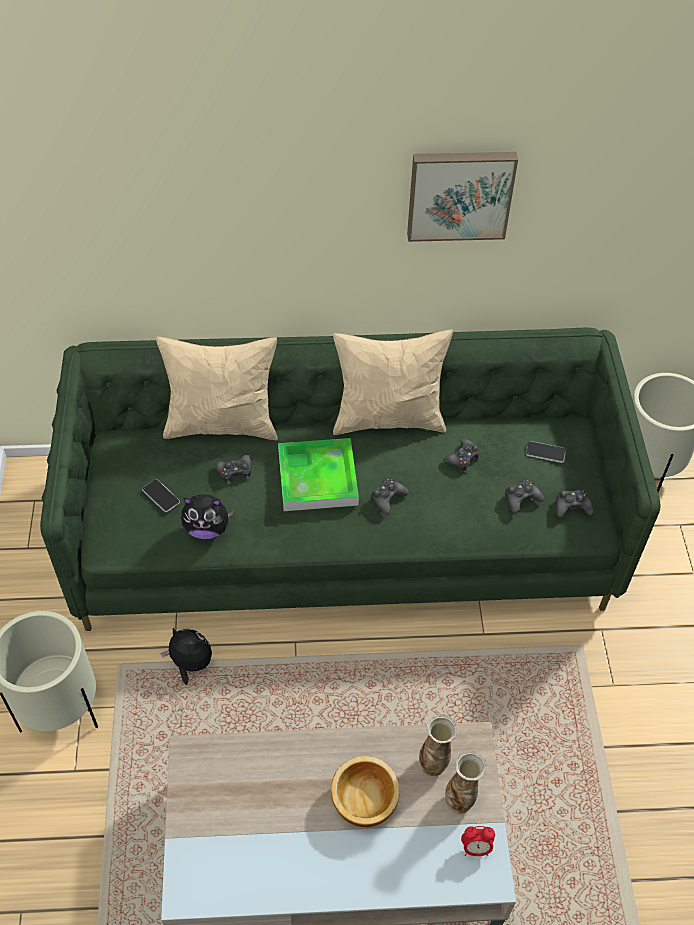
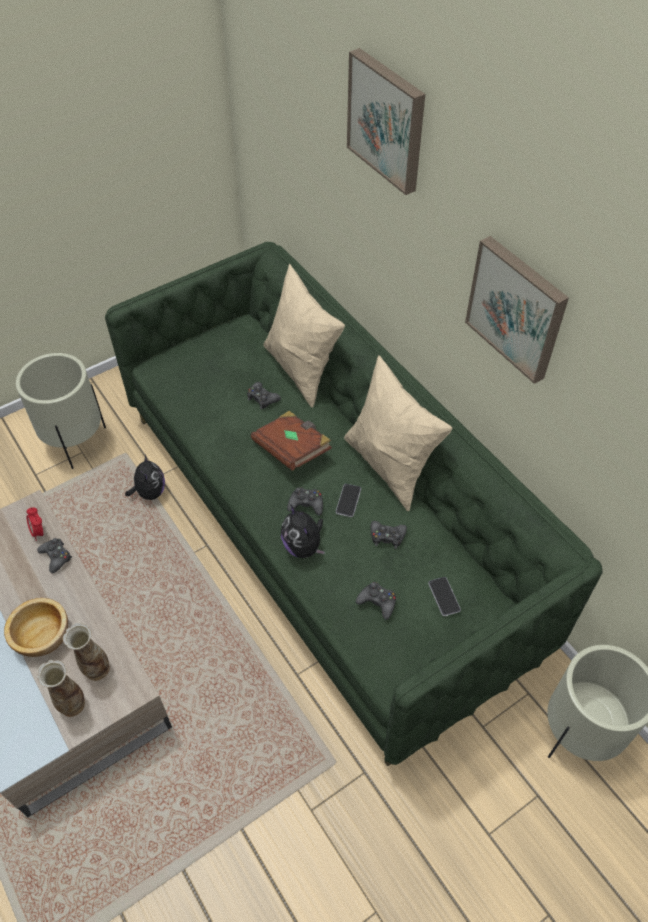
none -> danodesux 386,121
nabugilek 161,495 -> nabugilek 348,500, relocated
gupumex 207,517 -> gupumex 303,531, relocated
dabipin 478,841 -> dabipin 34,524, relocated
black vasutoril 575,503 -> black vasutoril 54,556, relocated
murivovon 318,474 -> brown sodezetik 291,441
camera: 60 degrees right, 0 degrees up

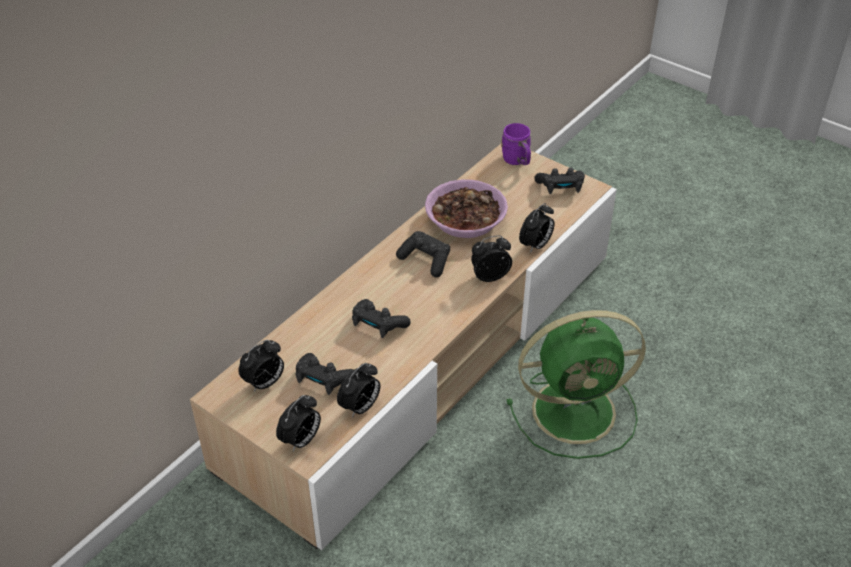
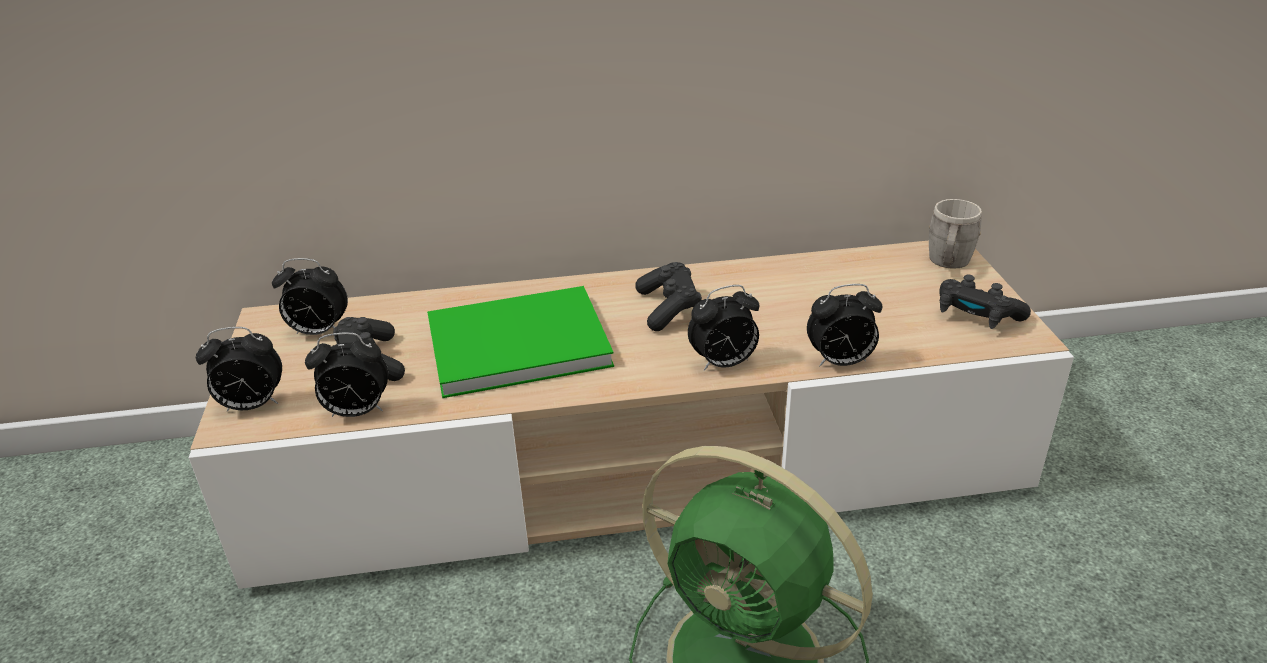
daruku 466,208 -> none
black vasutoril 381,318 -> green sodezetik 520,342
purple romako 516,144 -> grey romako 955,234
dabipin 491,258 -> dabipin 723,328, 135 degrees clockwise
camera: 45 degrees right, 10 degrees down

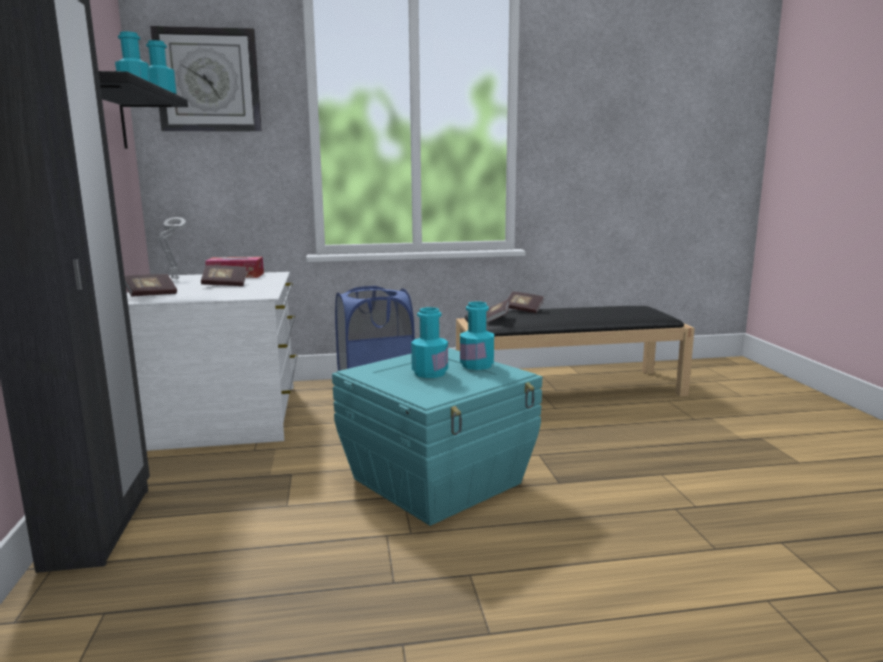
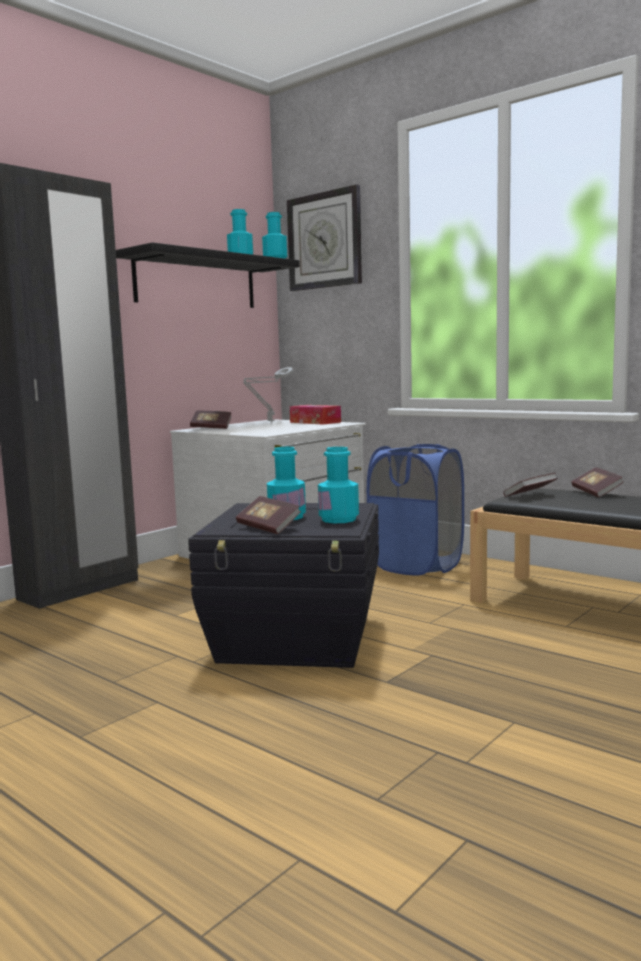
sodezetik 224,275 -> sodezetik 268,515, relocated
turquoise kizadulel 437,437 -> black kizadulel 283,585
camera: 50 degrees right, 5 degrees down

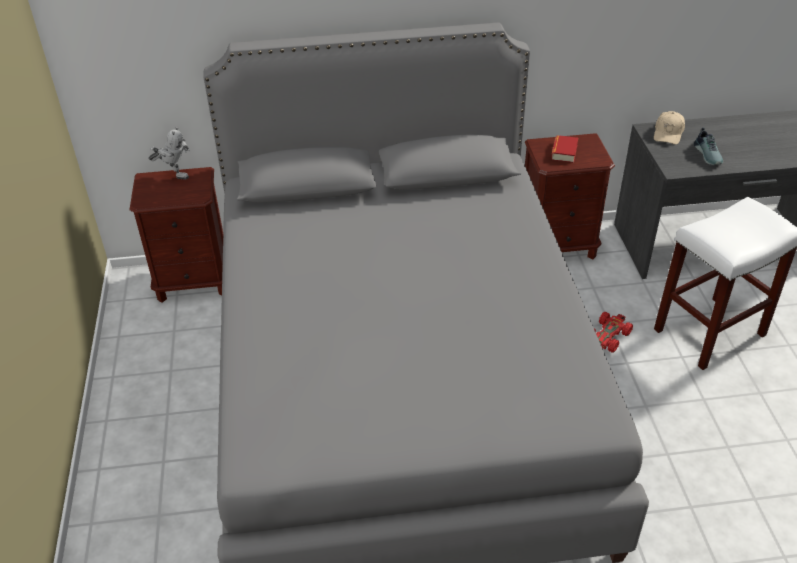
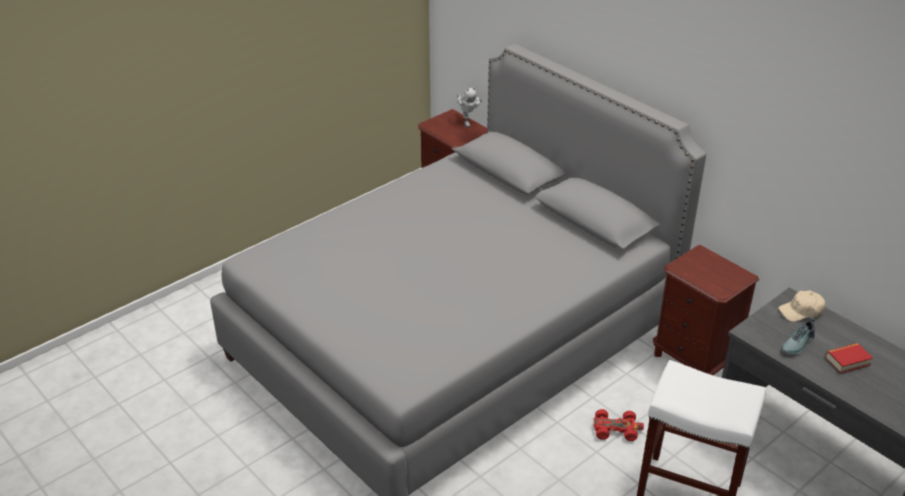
sodezetik 564,149 -> sodezetik 849,358, relocated
camera: 55 degrees right, 5 degrees down

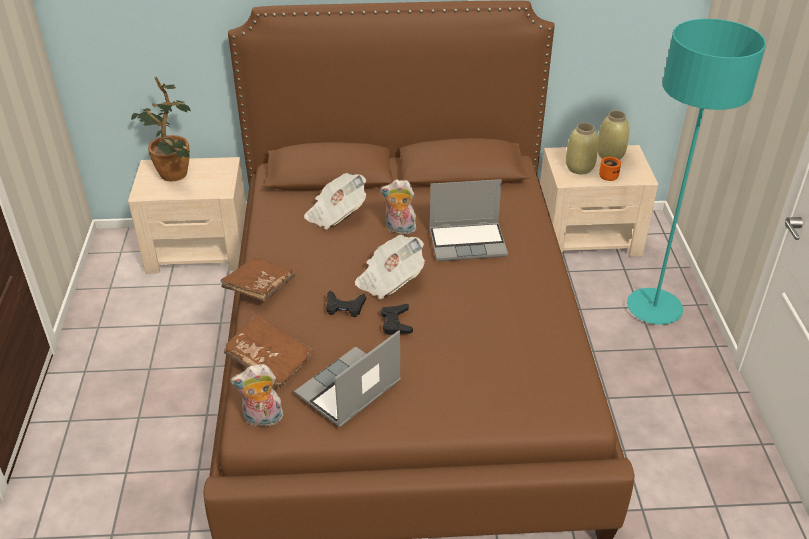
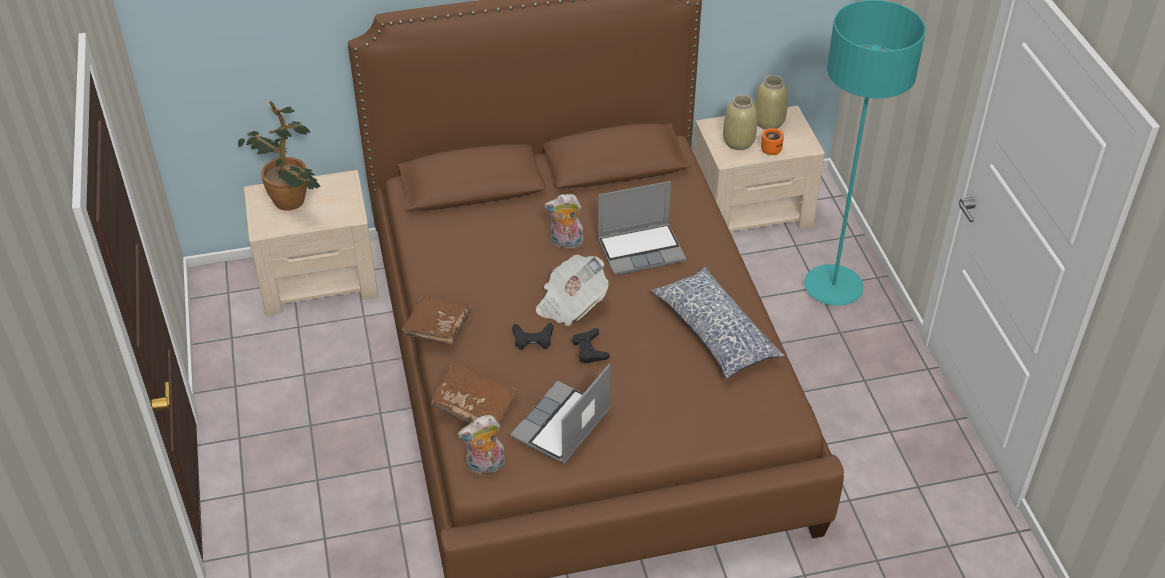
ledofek 335,201 -> none
none -> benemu 718,322
camera: 10 degrees left, 5 degrees up

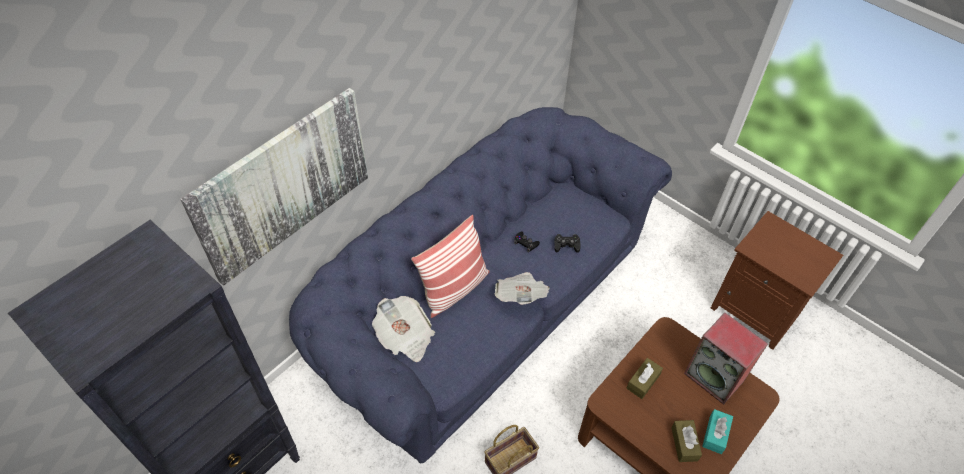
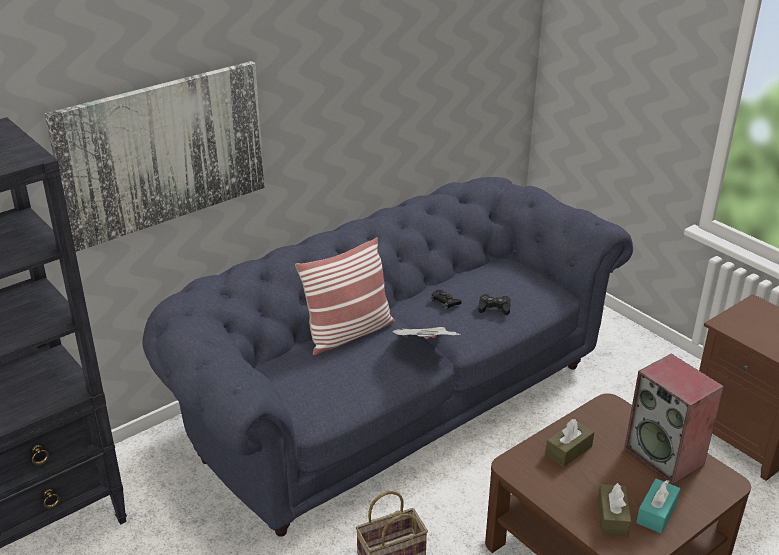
ledofek 403,329 -> none
camera: 10 degrees right, 20 degrees down

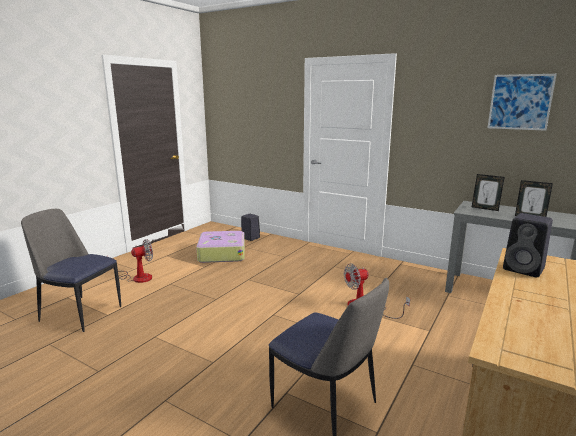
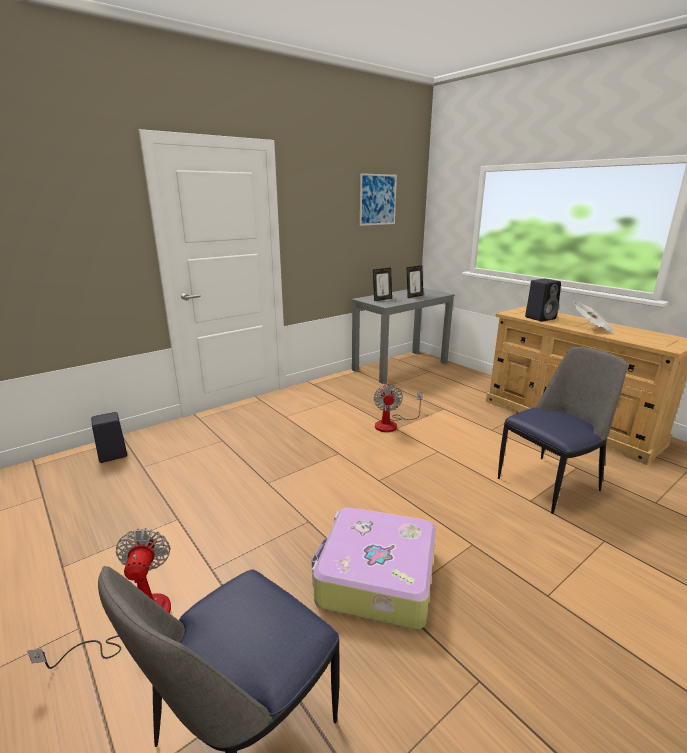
none -> ledofek 594,317
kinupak 220,247 -> kinupak 374,568, relocated
camera: 70 degrees left, 5 degrees up

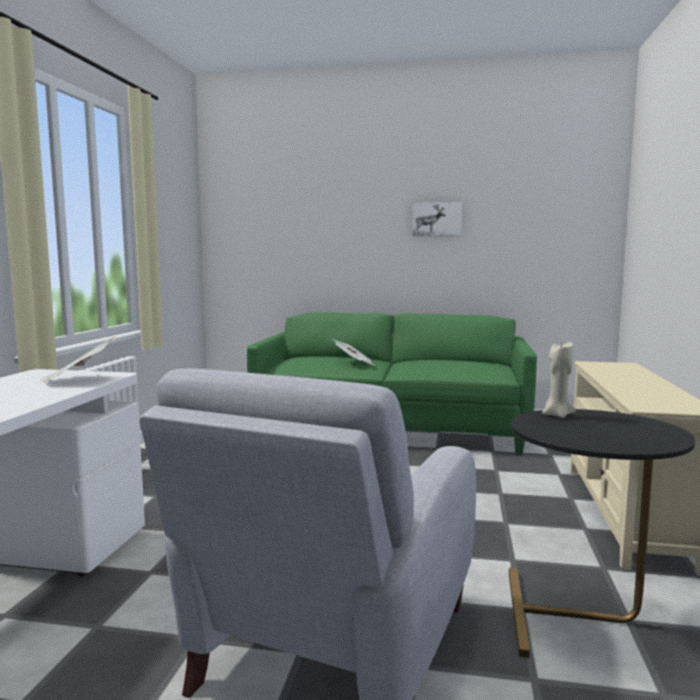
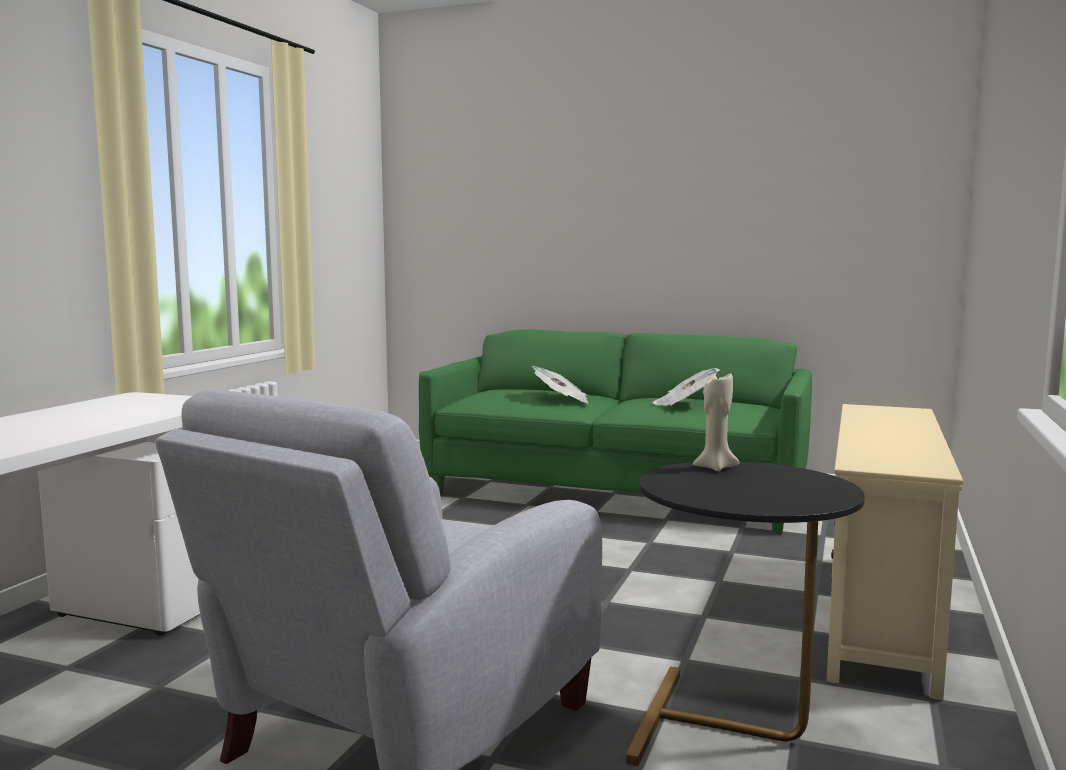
danodesux 437,219 -> none
ledofek 79,360 -> ledofek 686,387, relocated
camera: 10 degrees right, 0 degrees up

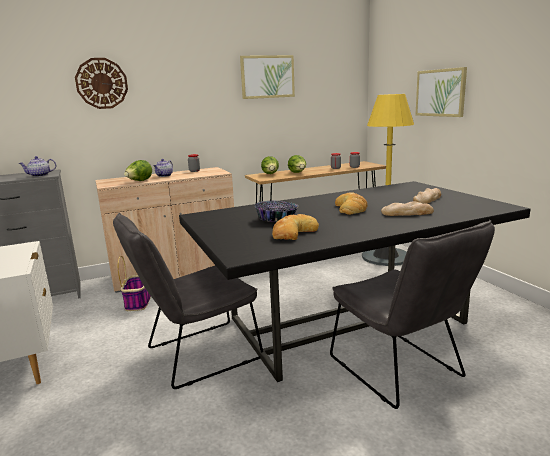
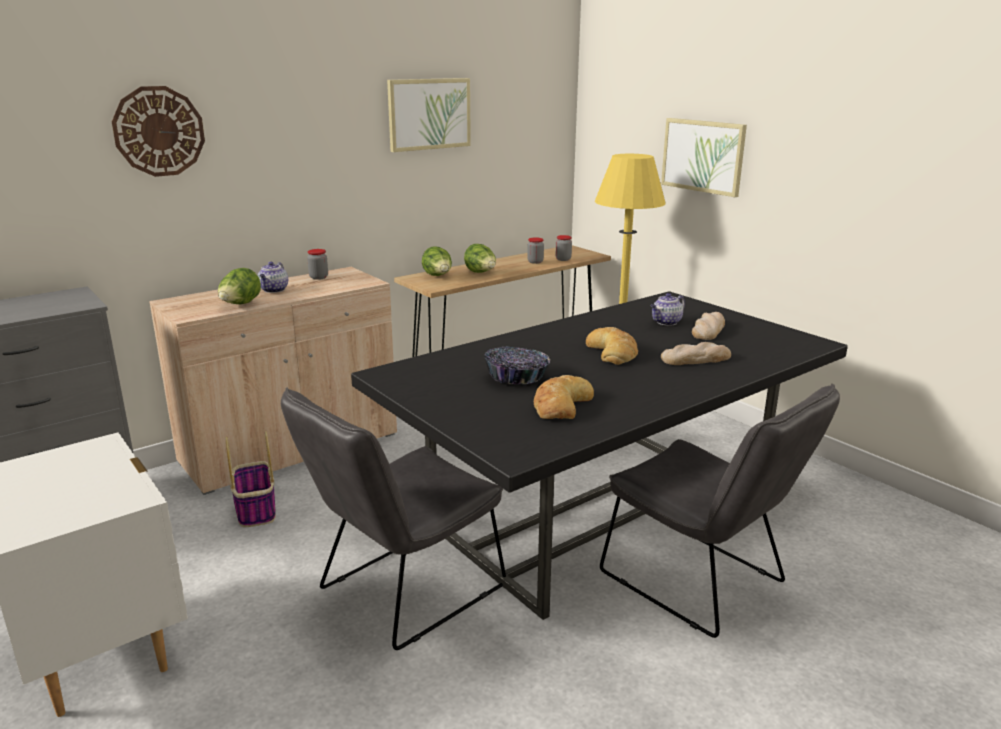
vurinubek 37,166 -> vurinubek 667,309, relocated
camera: 15 degrees left, 5 degrees up

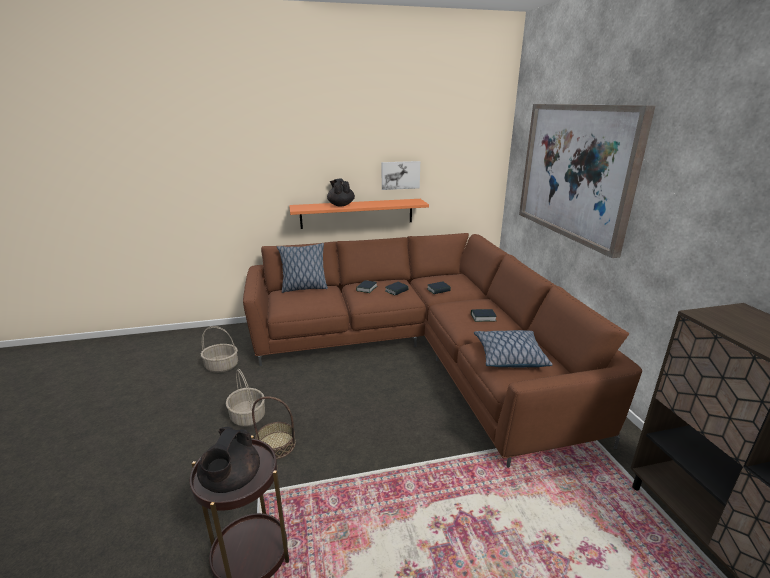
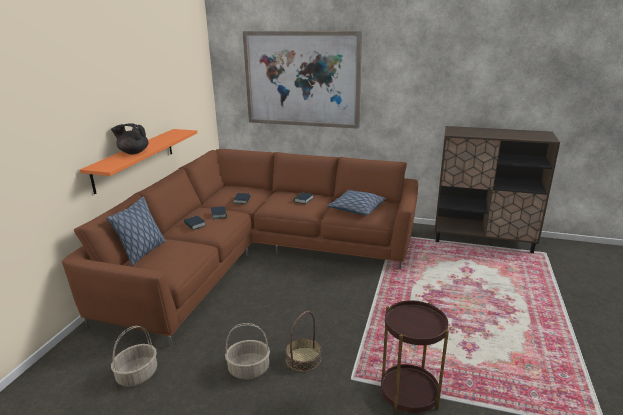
black vurinubek 228,459 -> none
danodesux 401,175 -> none
camera: 60 degrees left, 0 degrees up

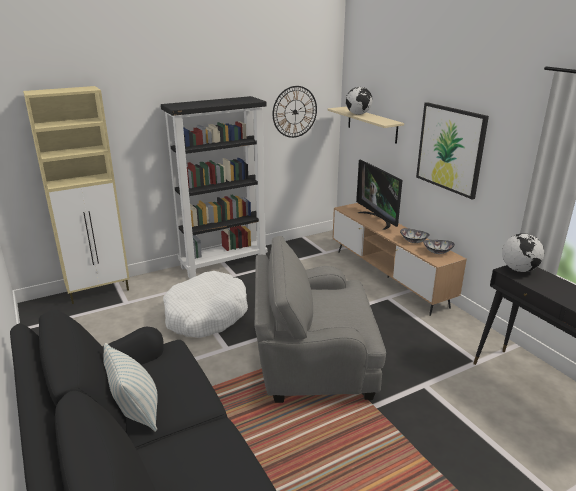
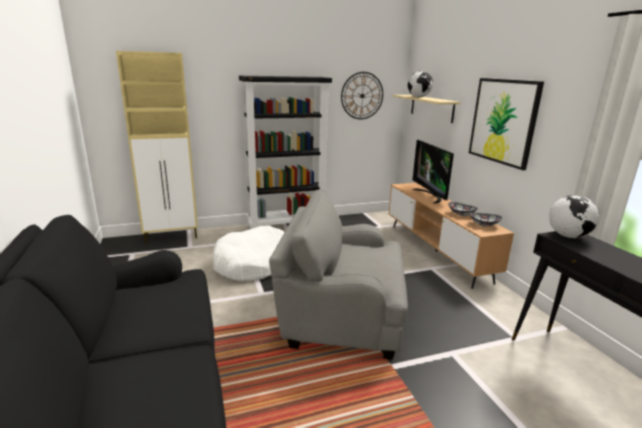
benemu 130,387 -> none
camera: 10 degrees right, 5 degrees down

